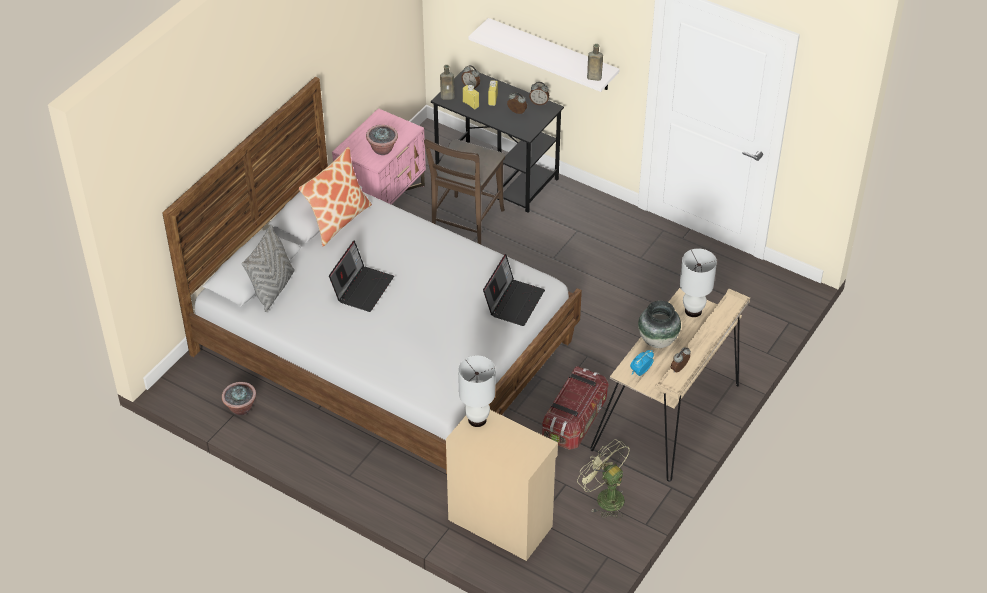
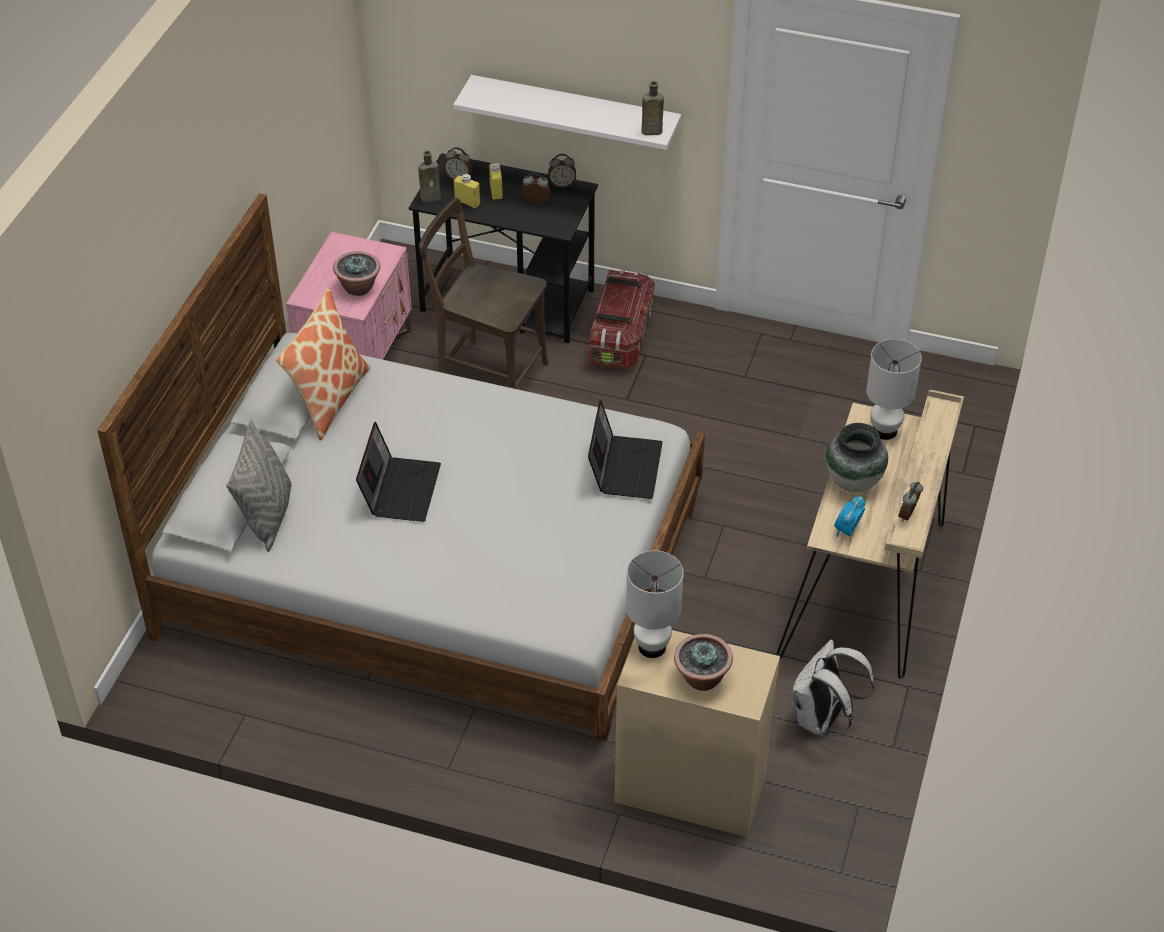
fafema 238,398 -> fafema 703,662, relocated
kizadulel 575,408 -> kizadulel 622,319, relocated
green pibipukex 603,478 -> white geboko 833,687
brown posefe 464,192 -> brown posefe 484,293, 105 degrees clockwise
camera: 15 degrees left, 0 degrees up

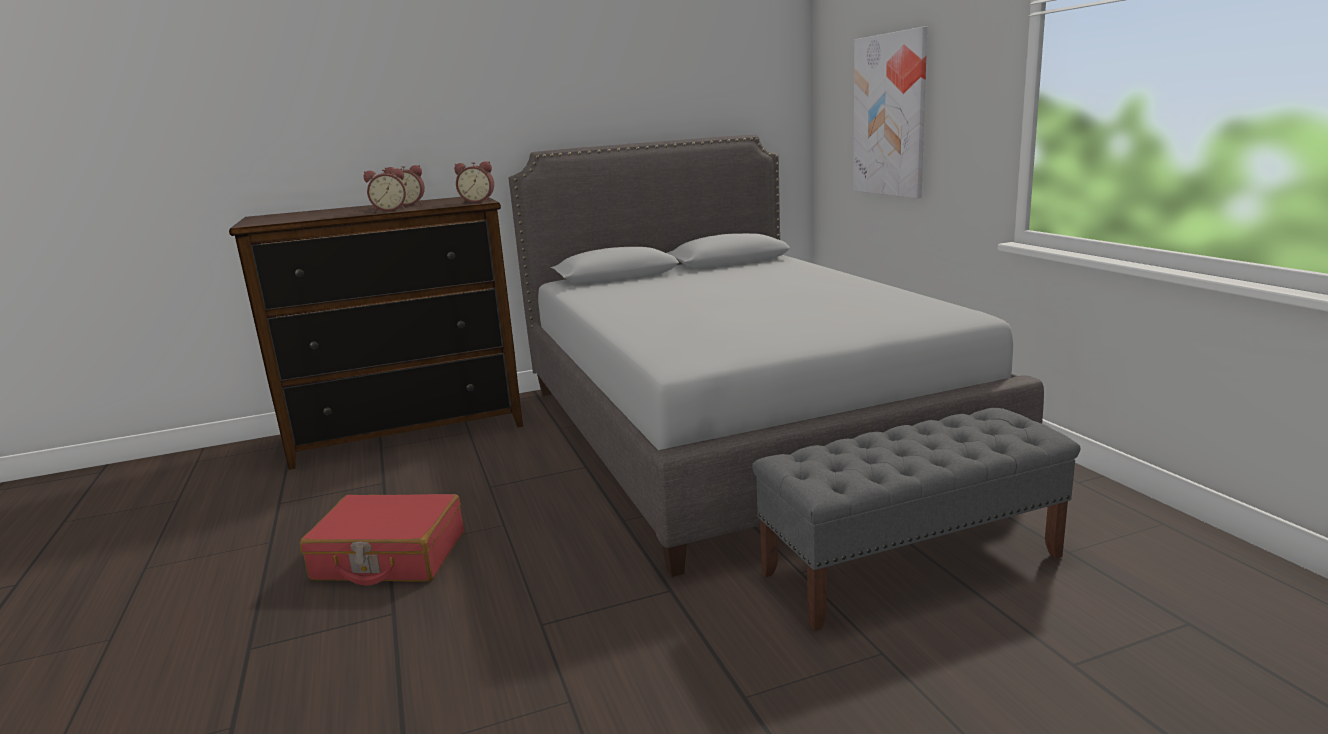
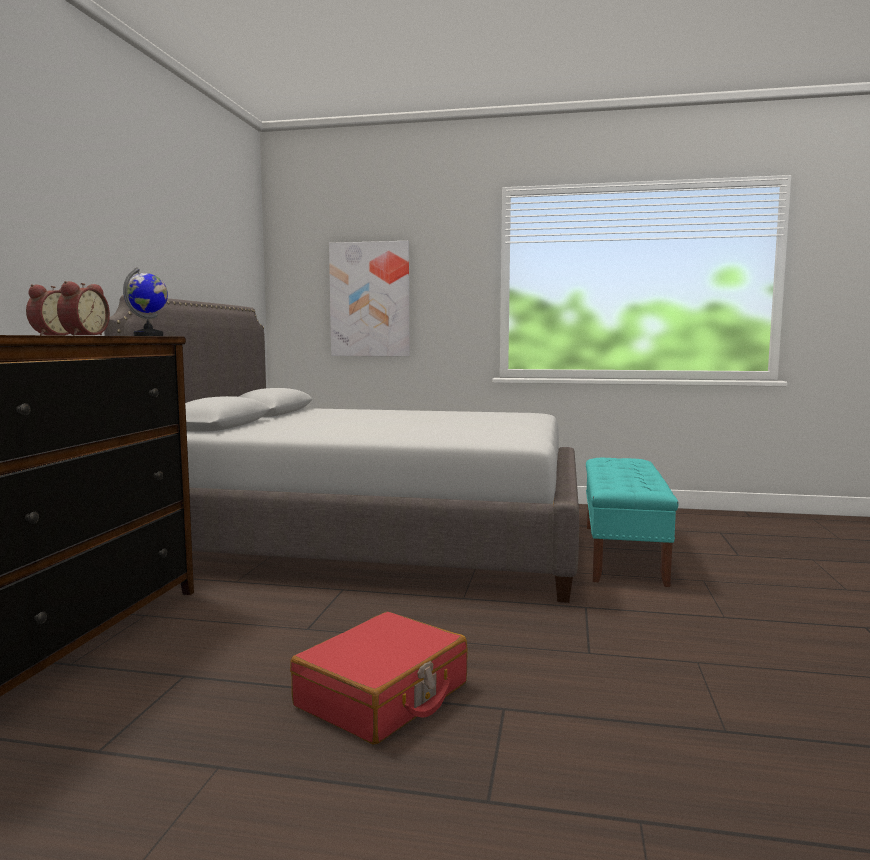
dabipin 474,182 -> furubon 145,301
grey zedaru 916,519 -> turquoise zedaru 632,522
camera: 60 degrees left, 10 degrees down

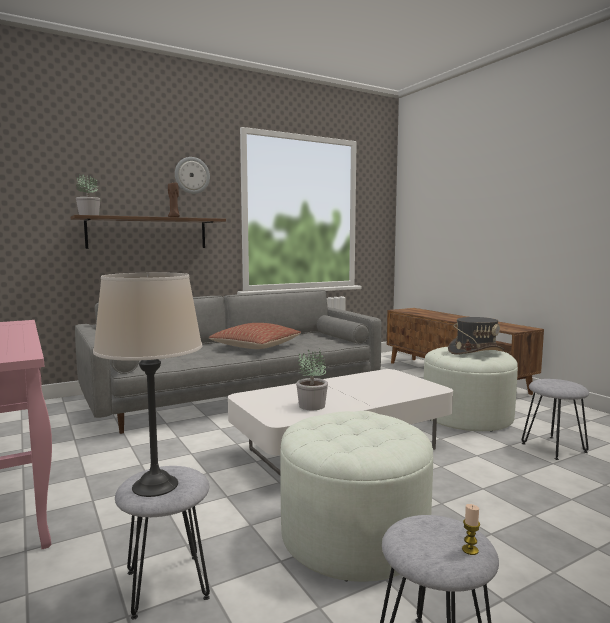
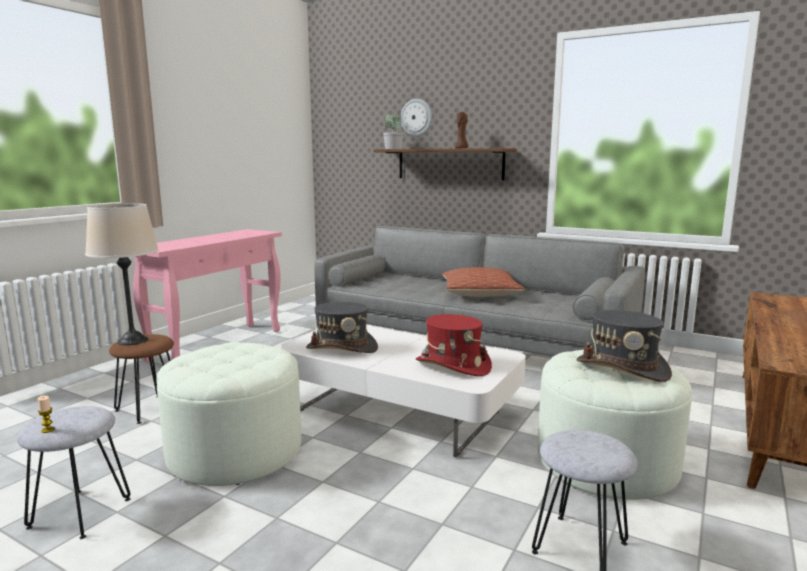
none -> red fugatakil 454,345
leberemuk 192,175 -> leberemuk 416,117, relocated
fafema 312,379 -> grey fugatakil 342,327
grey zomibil 162,542 -> brown zomibil 141,379
camera: 60 degrees right, 5 degrees up

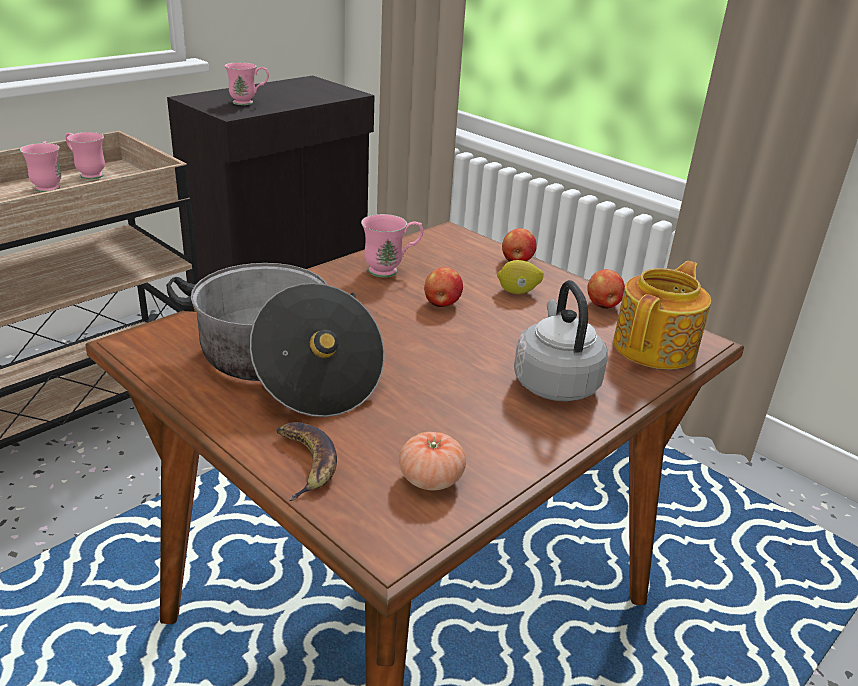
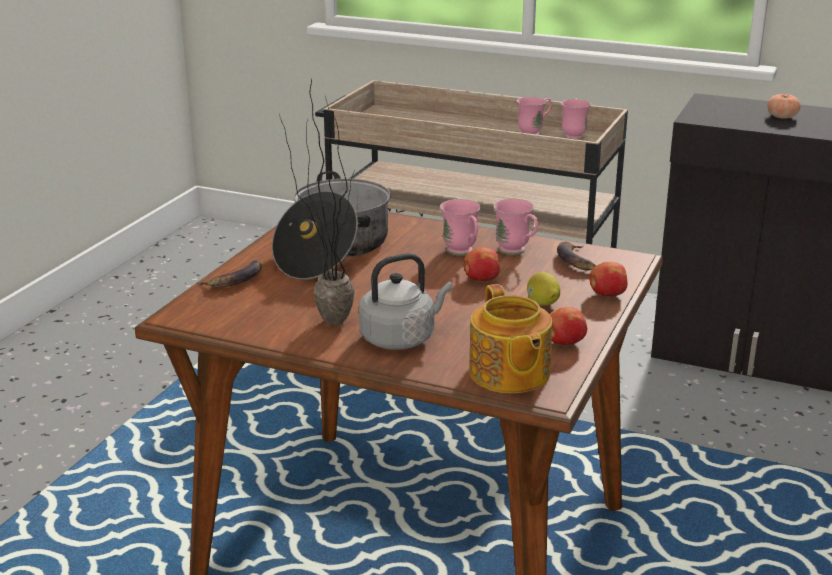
none -> fafema 317,201
none -> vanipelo 576,256
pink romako 247,83 -> pink romako 460,227, relocated
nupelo 432,461 -> nupelo 784,106, relocated
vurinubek 662,315 -> vurinubek 510,338, 60 degrees clockwise
camera: 70 degrees right, 5 degrees down

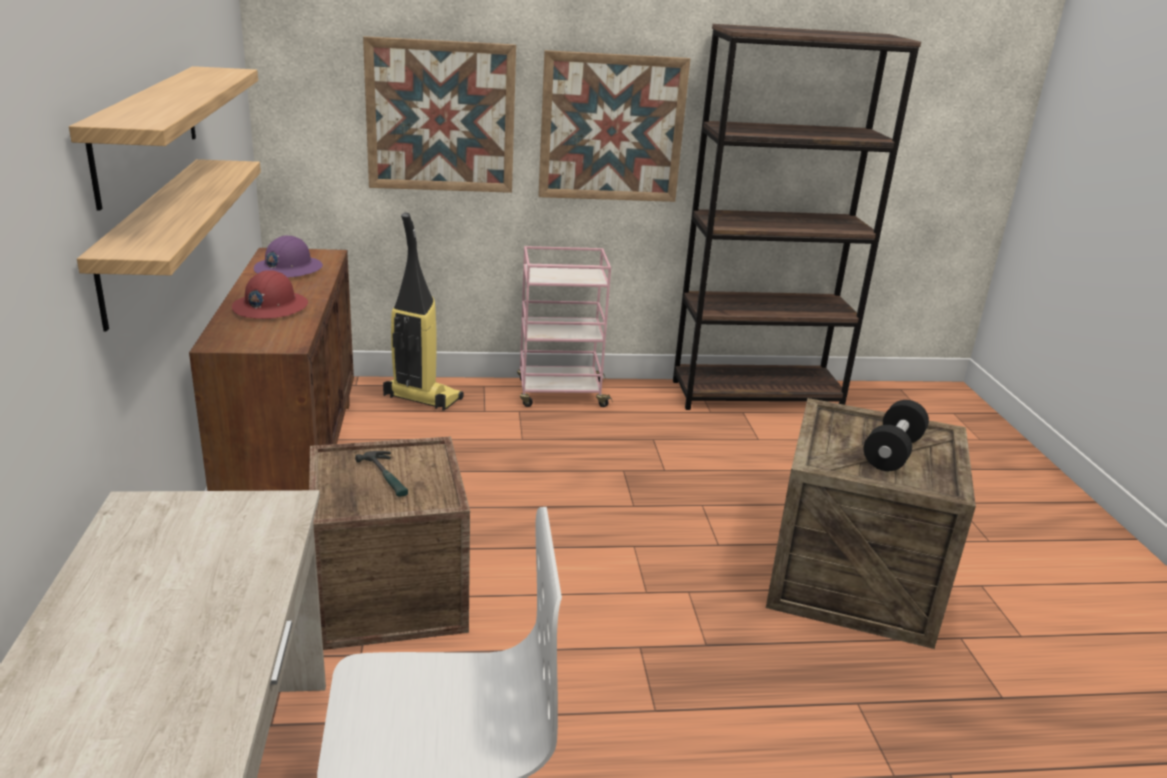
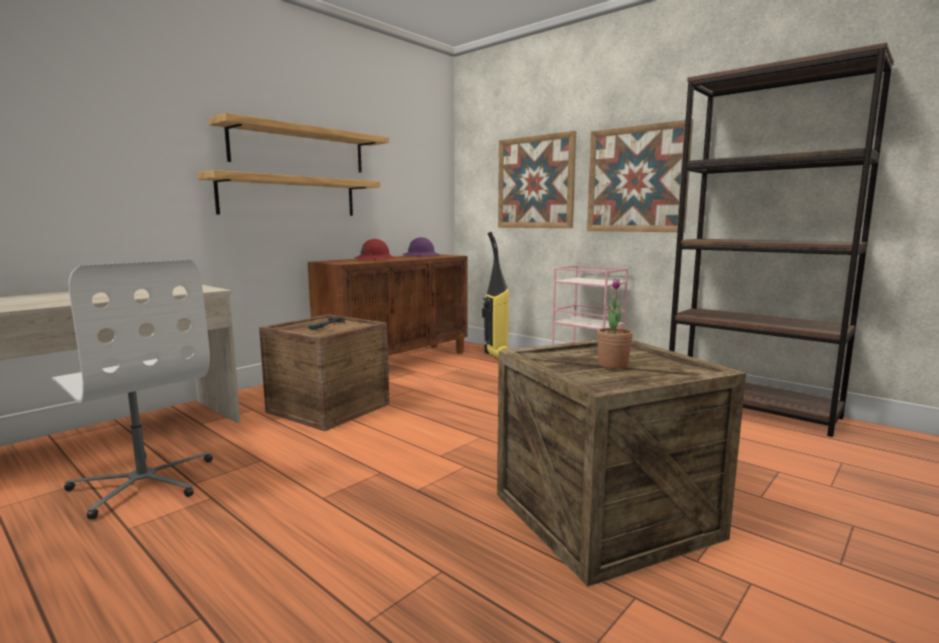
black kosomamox 896,435 -> fafema 615,323
camera: 50 degrees right, 15 degrees down

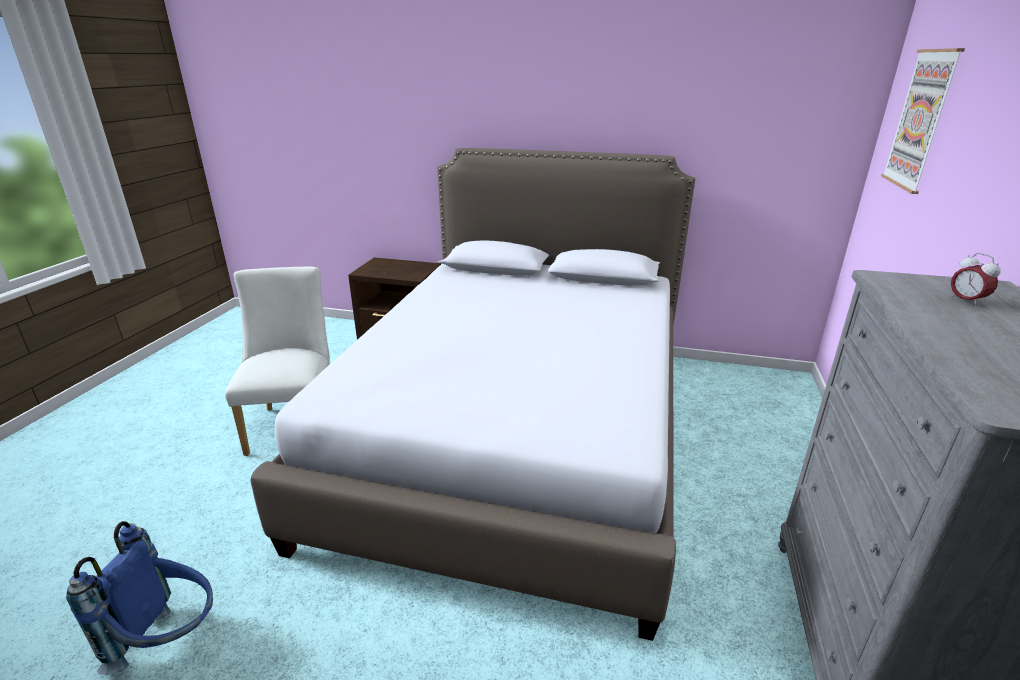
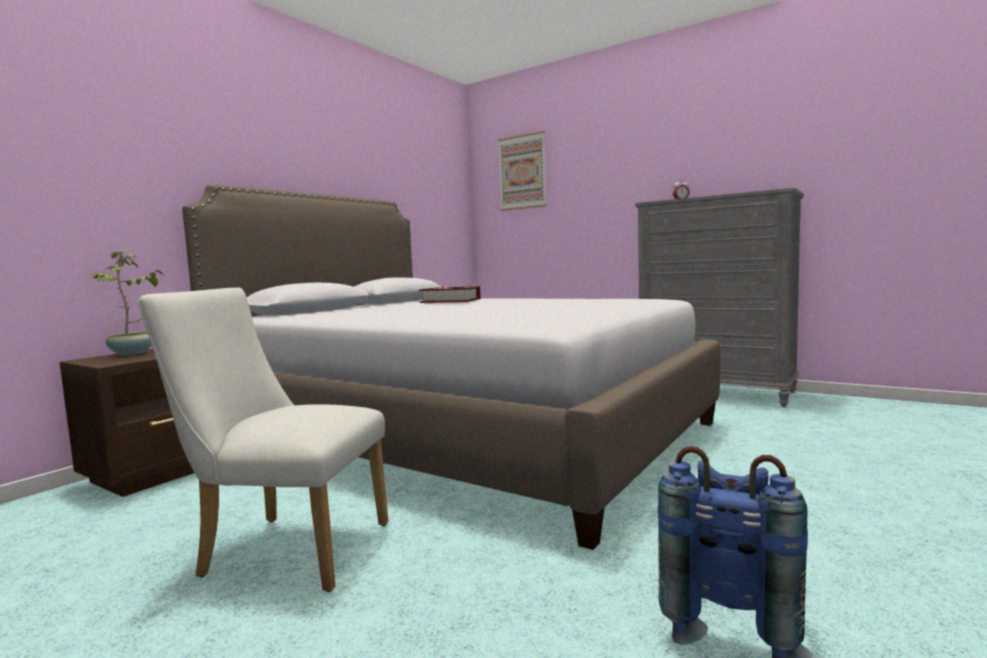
none -> fafema 127,302
none -> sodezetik 450,294
camera: 70 degrees left, 20 degrees down

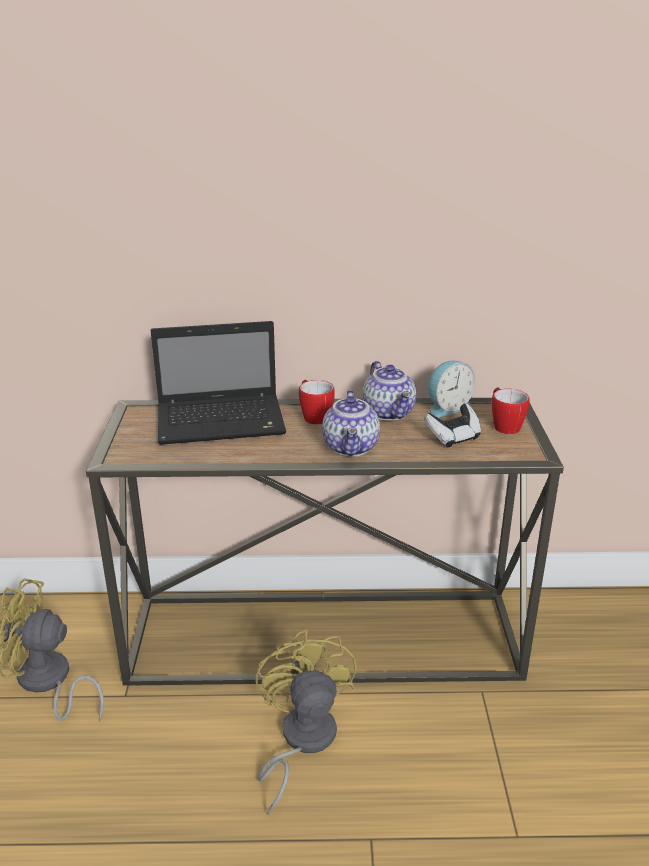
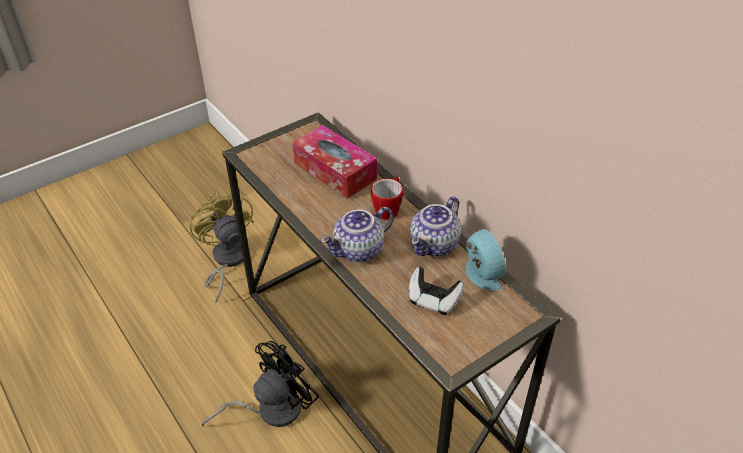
romako 511,410 -> none
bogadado 218,383 -> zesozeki 335,162
yellow pibipukex 306,722 -> black pibipukex 260,384
dabipin 451,389 -> dabipin 485,259, 135 degrees counterclockwise
camera: 55 degrees right, 15 degrees up

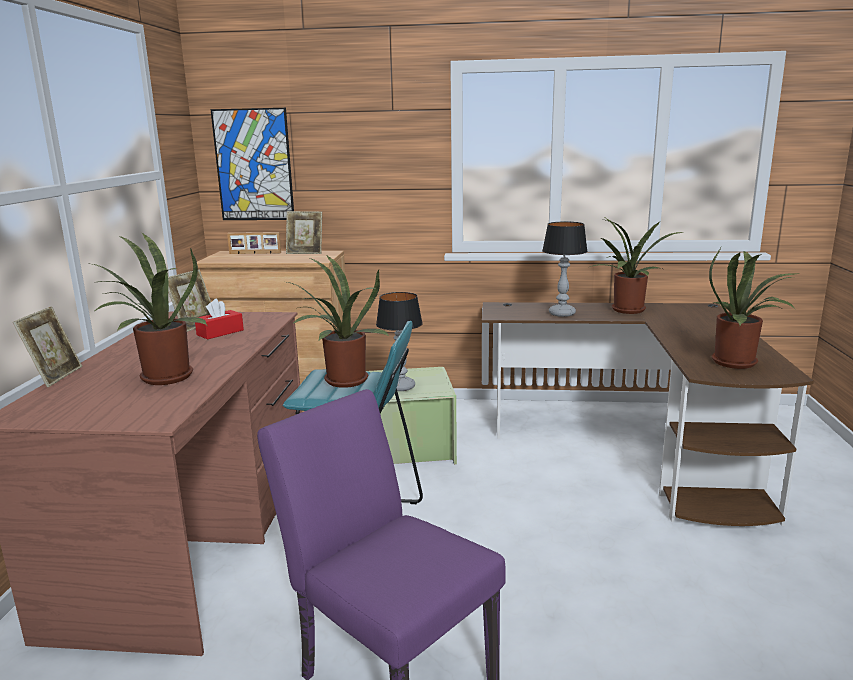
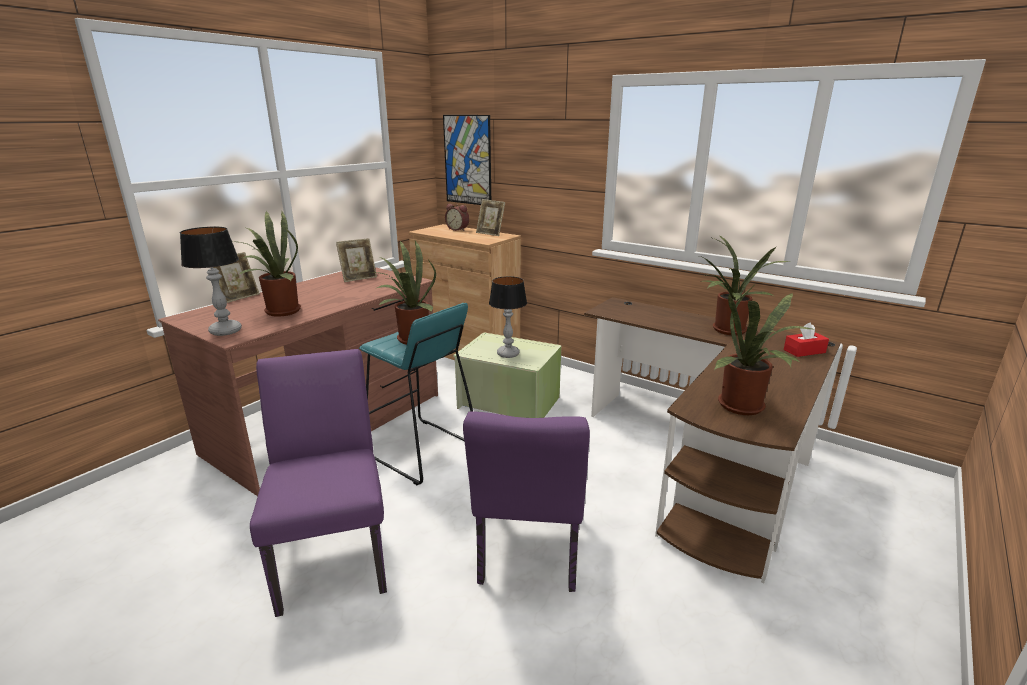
none -> purple posefe 526,501
red zesozeki 219,319 -> red zesozeki 806,340, relocated
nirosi 565,269 -> nirosi 211,281, relocated
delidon 254,243 -> dabipin 457,217
camera: 30 degrees right, 5 degrees up

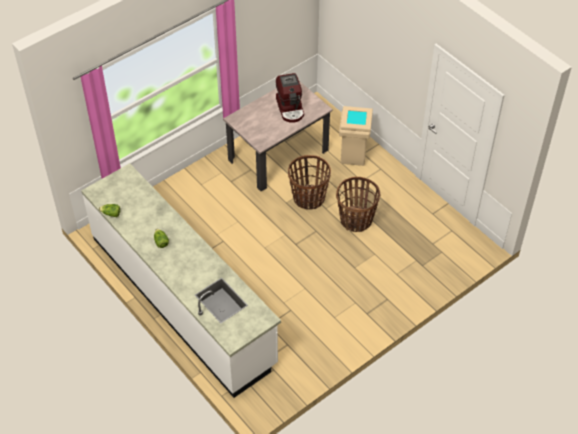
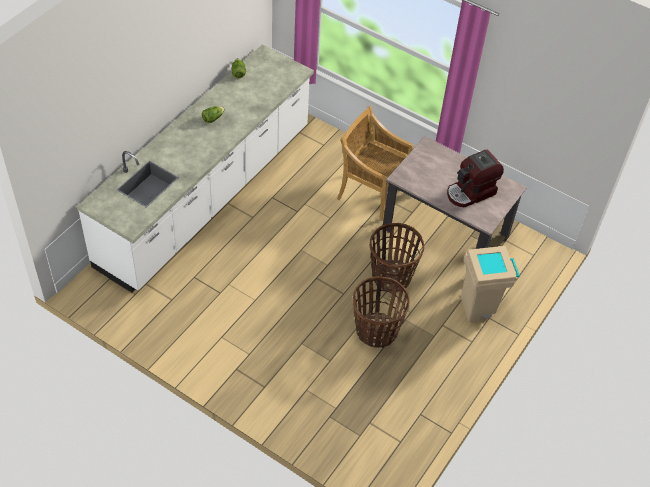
none -> beige posefe 375,163
camera: 70 degrees right, 0 degrees up

